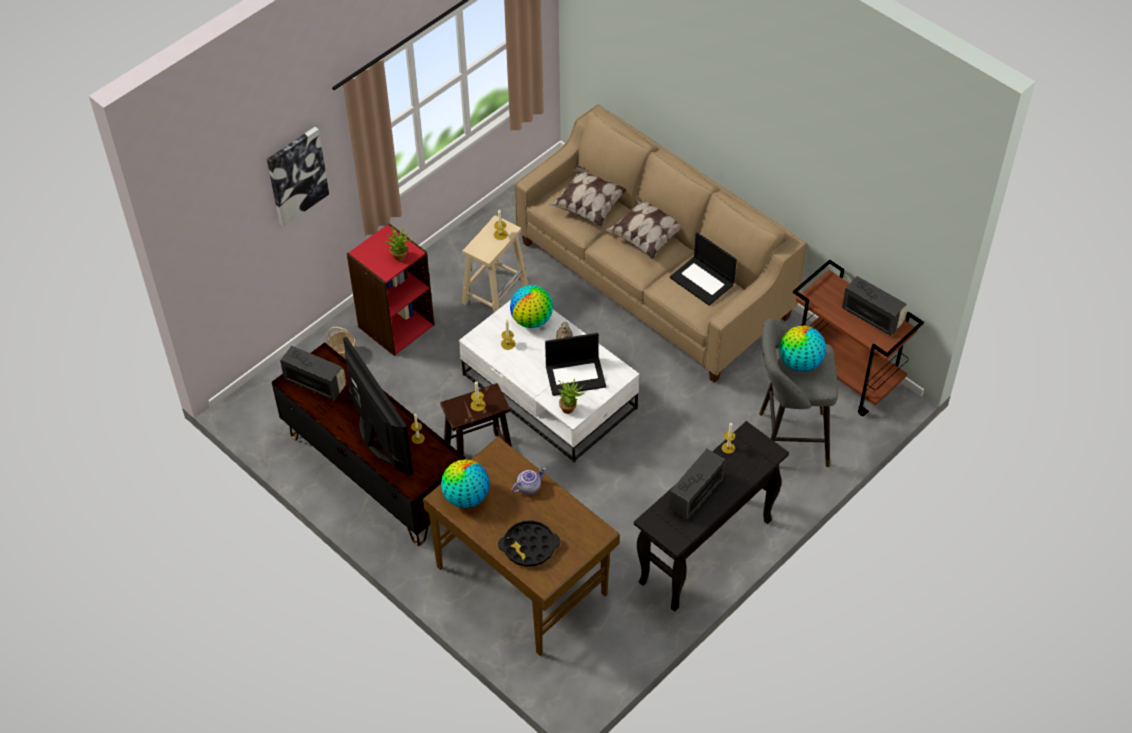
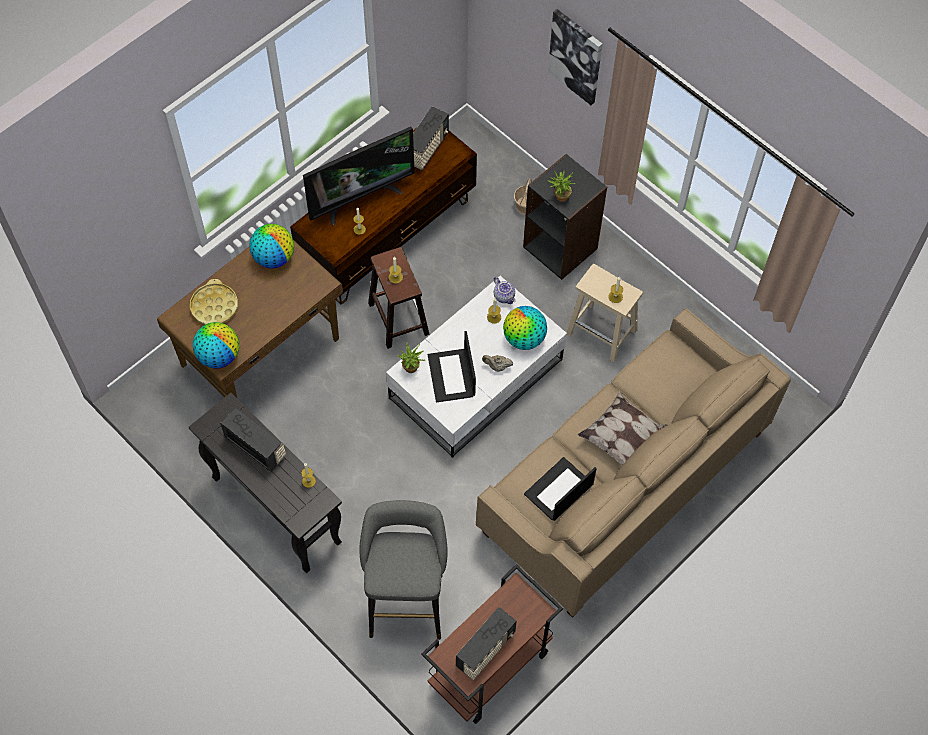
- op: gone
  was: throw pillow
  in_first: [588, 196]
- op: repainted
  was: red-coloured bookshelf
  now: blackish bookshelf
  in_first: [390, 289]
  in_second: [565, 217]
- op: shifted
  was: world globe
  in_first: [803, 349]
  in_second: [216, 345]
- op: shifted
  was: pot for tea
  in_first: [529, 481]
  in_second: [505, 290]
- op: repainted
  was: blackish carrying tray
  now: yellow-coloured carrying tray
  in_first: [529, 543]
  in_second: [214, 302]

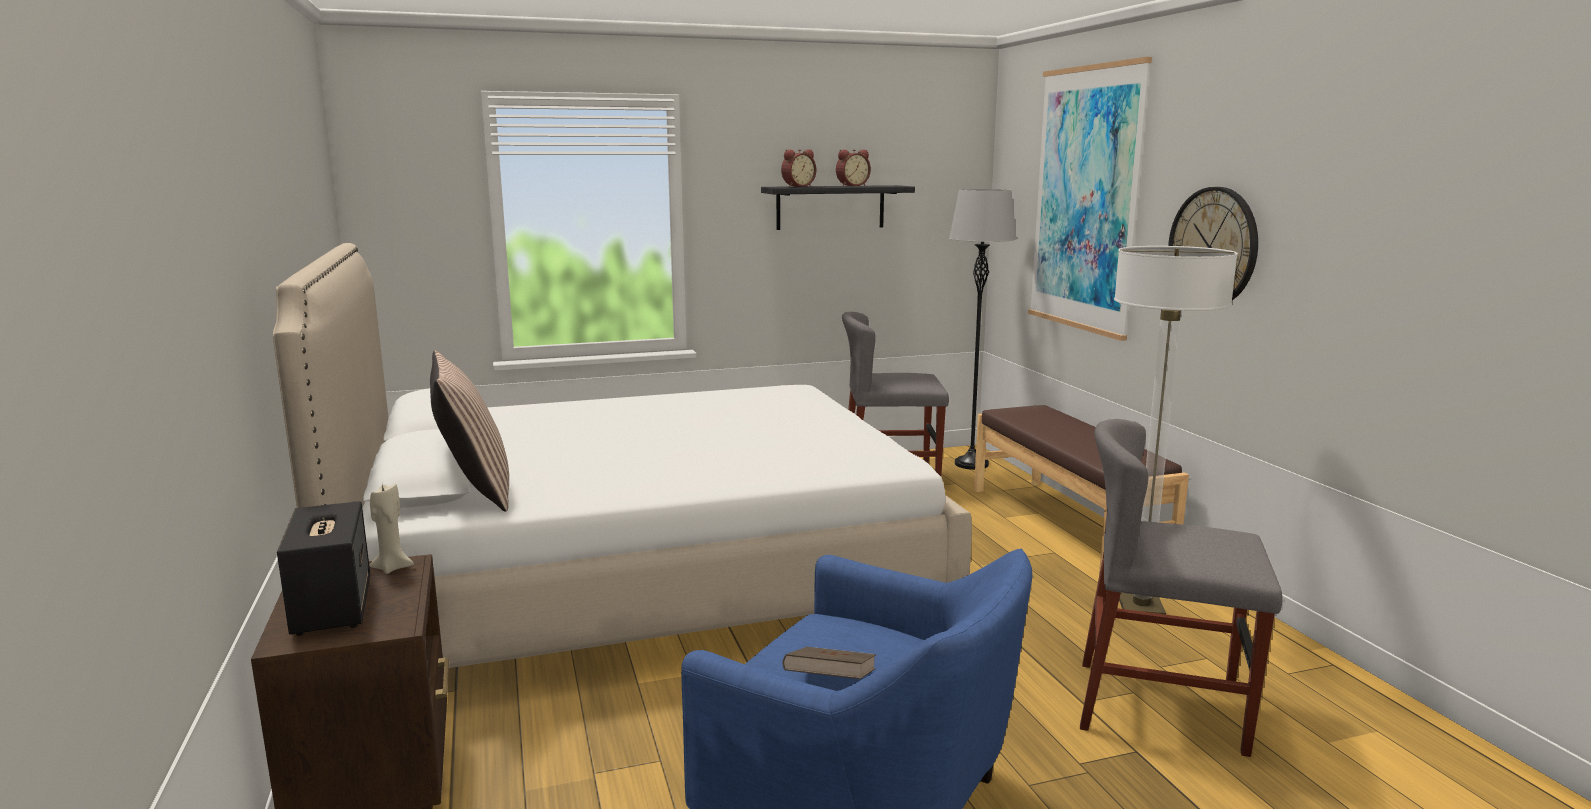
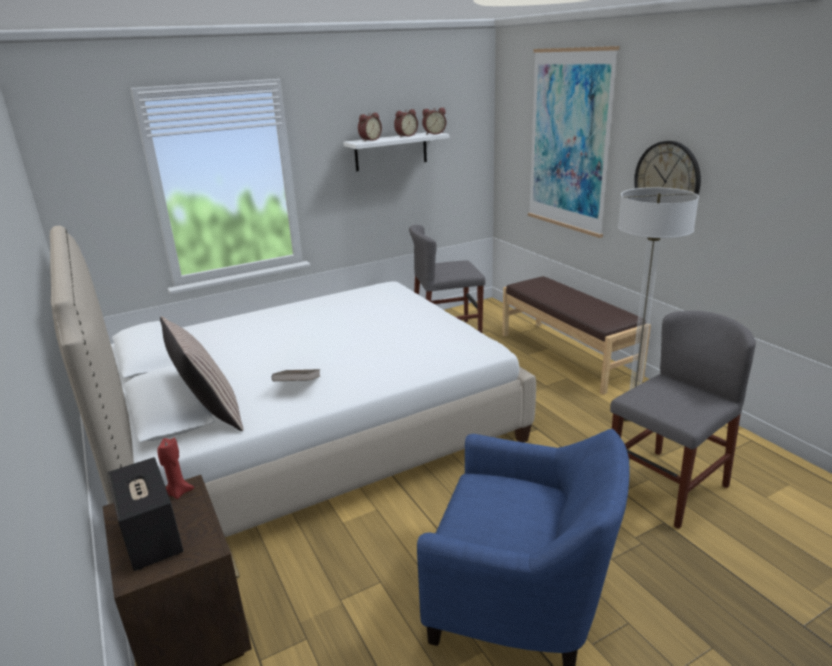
- op: repainted
  was: blackish wall shelf
  now: whitish wall shelf
  in_first: [838, 207]
  in_second: [396, 151]
- op: gone
  was: greyish standing lamp
  in_first: [983, 329]
- op: rotated
  was: greyish upright chair
  in_first: [1181, 588]
  in_second: [683, 420]
  clockwise: 135
- op: repainted
  was: beige candle
  now: red-coloured candle
  in_first: [391, 529]
  in_second: [175, 468]
- op: shifted
  was: brown bound book
  in_first: [829, 663]
  in_second: [295, 375]
- op: new
  now: table clock
  in_second: [434, 121]

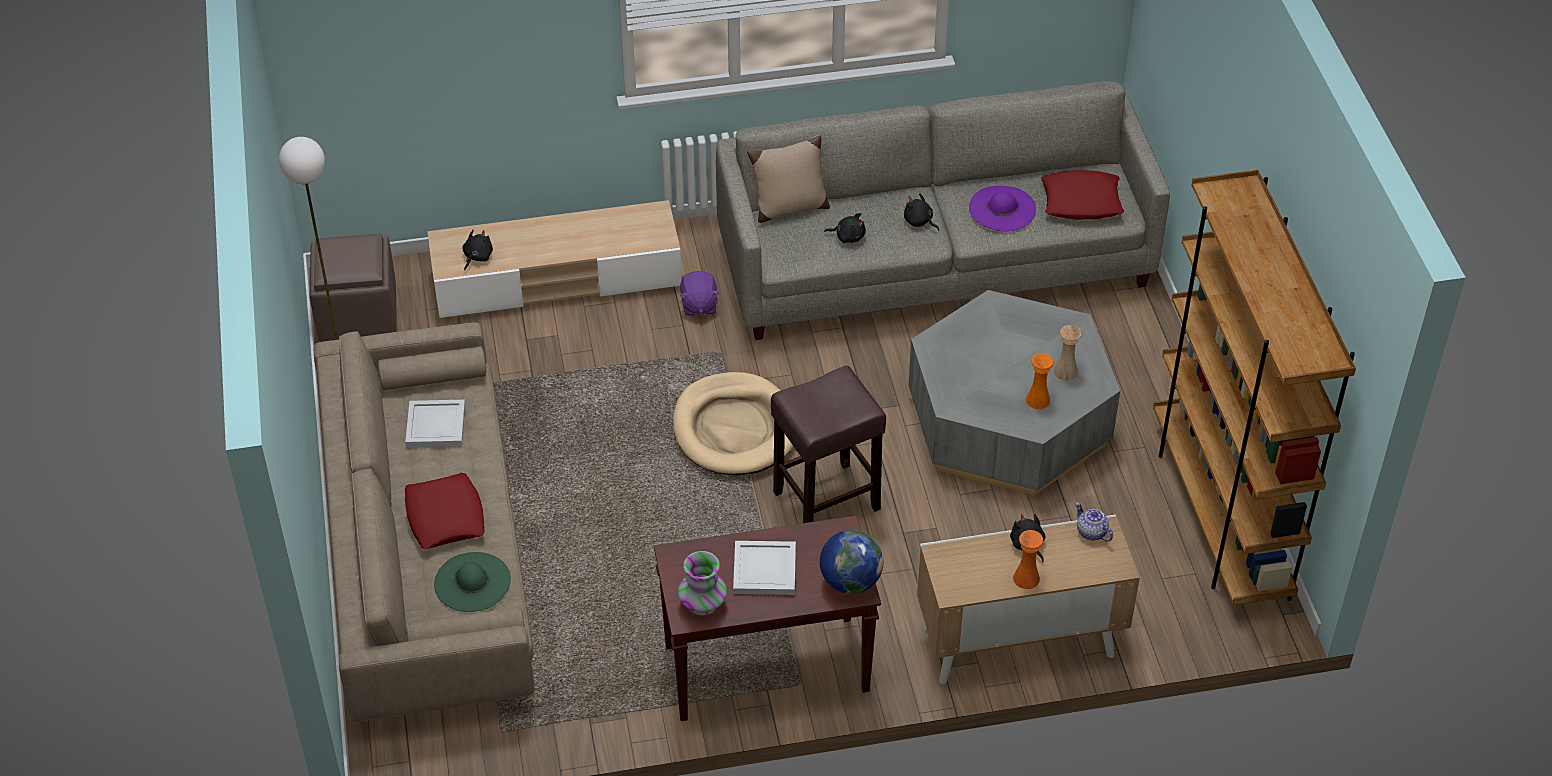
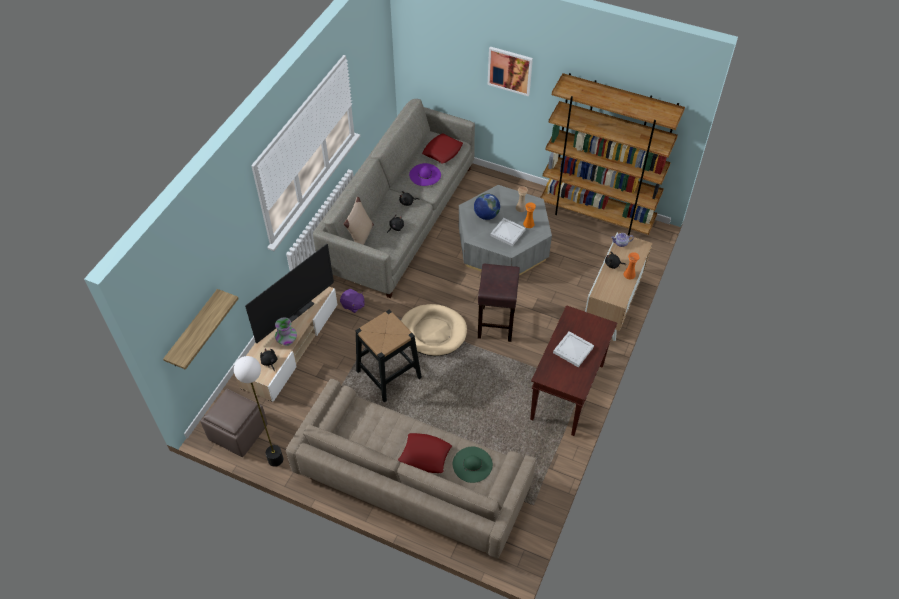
- op: shifted
  was: whitish carrying tray
  in_first: [435, 423]
  in_second: [508, 232]
- op: shifted
  was: world globe
  in_first: [852, 562]
  in_second: [487, 206]
- op: shifted
  was: flower vase
  in_first: [702, 583]
  in_second: [286, 332]
- op: new
  now: wall art
  in_second: [510, 71]
- op: new
  now: TV
  in_second: [289, 293]
- op: new
  now: wall shelf
  in_second: [201, 329]
- op: new
  now: blackish stool
  in_second: [388, 355]

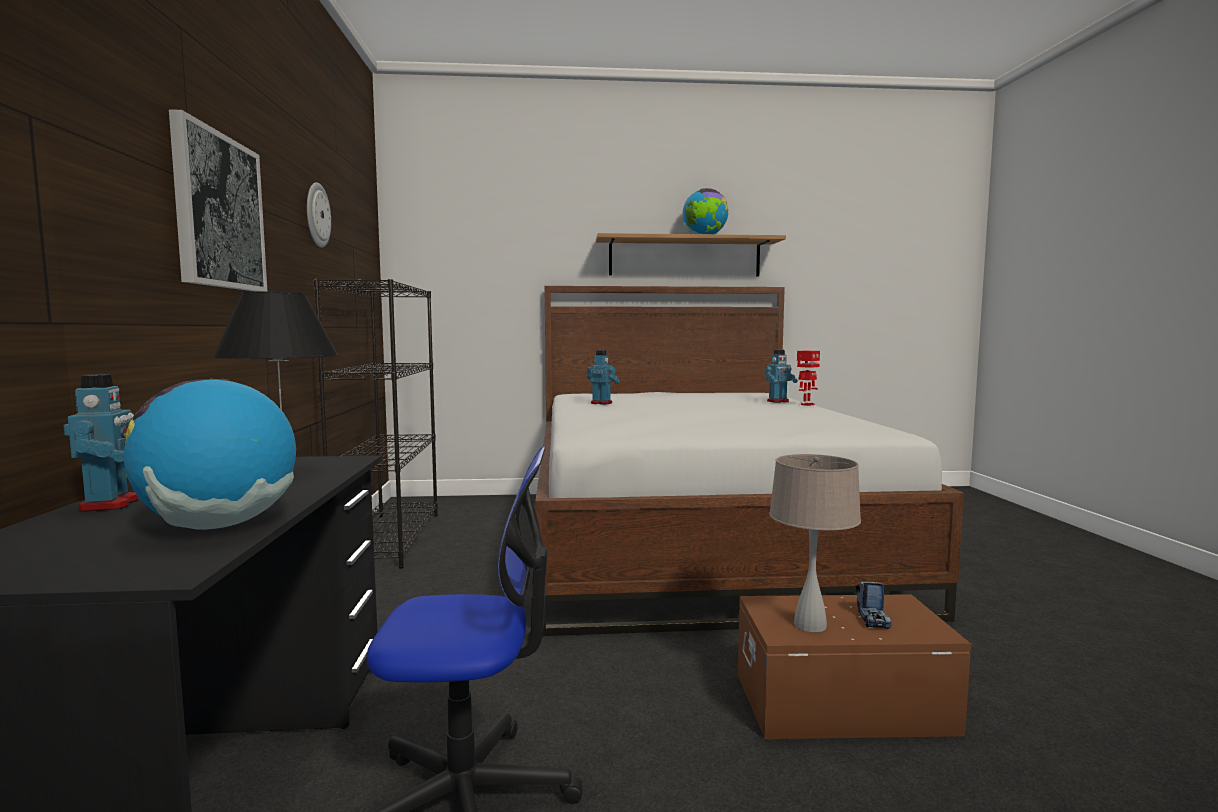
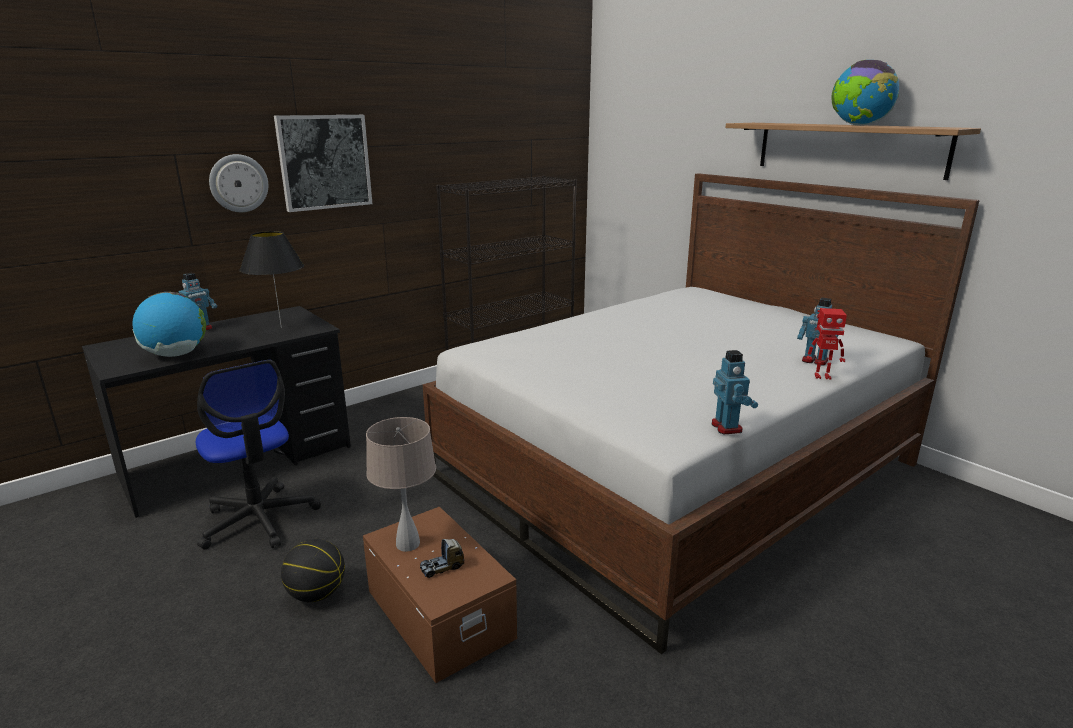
- op: shifted
  was: wall clock
  in_first: [319, 215]
  in_second: [238, 183]
- op: shifted
  was: model robot
  in_first: [603, 377]
  in_second: [735, 392]
- op: new
  now: basketball
  in_second: [313, 570]

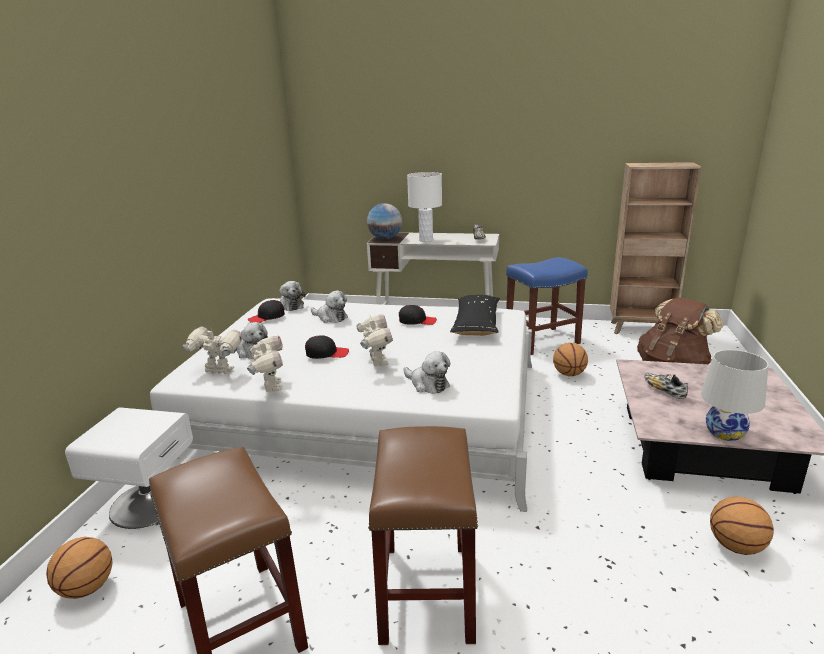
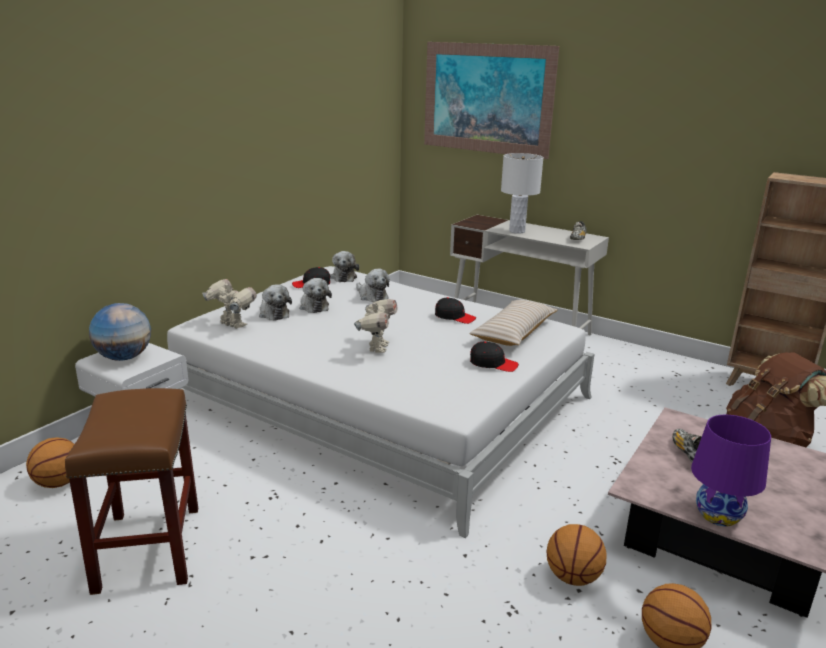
- op: shifted
  was: world globe
  in_first: [384, 221]
  in_second: [120, 332]
- op: gone
  was: blue-coloured stool
  in_first: [547, 306]
- op: repainted
  was: blackish throw pillow
  now: beige throw pillow
  in_first: [475, 315]
  in_second: [513, 323]
- op: gone
  was: model robot
  in_first: [265, 364]
- op: shifted
  was: blackish cap
  in_first: [327, 347]
  in_second: [494, 357]
- op: shifted
  was: basketball
  in_first: [570, 359]
  in_second: [577, 555]
- op: repainted
  was: whitish lamp for a table
  now: purple-coloured lamp for a table
  in_first: [734, 395]
  in_second: [731, 471]
- op: shifted
  was: soft toy
  in_first: [427, 372]
  in_second: [315, 295]
- op: gone
  was: brown stool
  in_first: [423, 535]
- op: new
  now: wall art
  in_second: [491, 100]

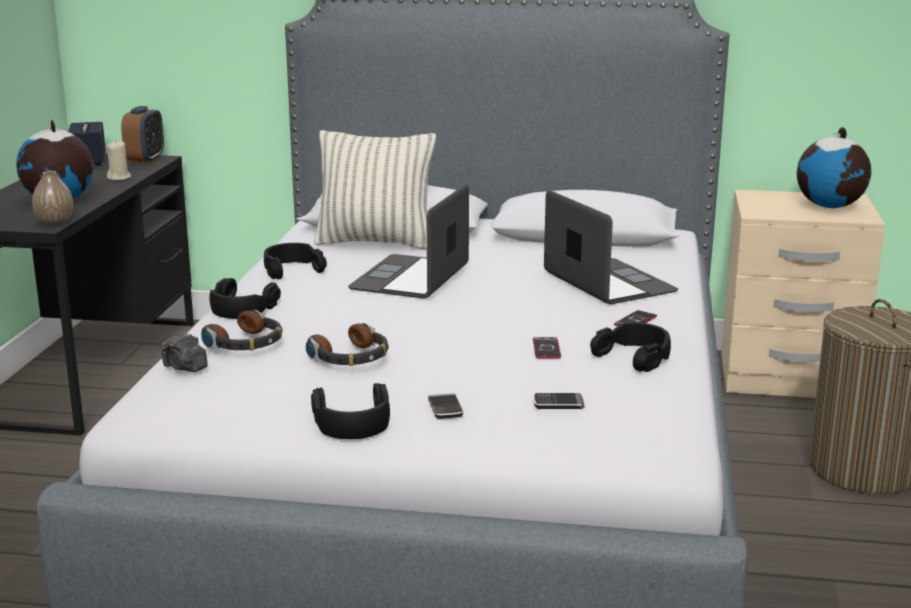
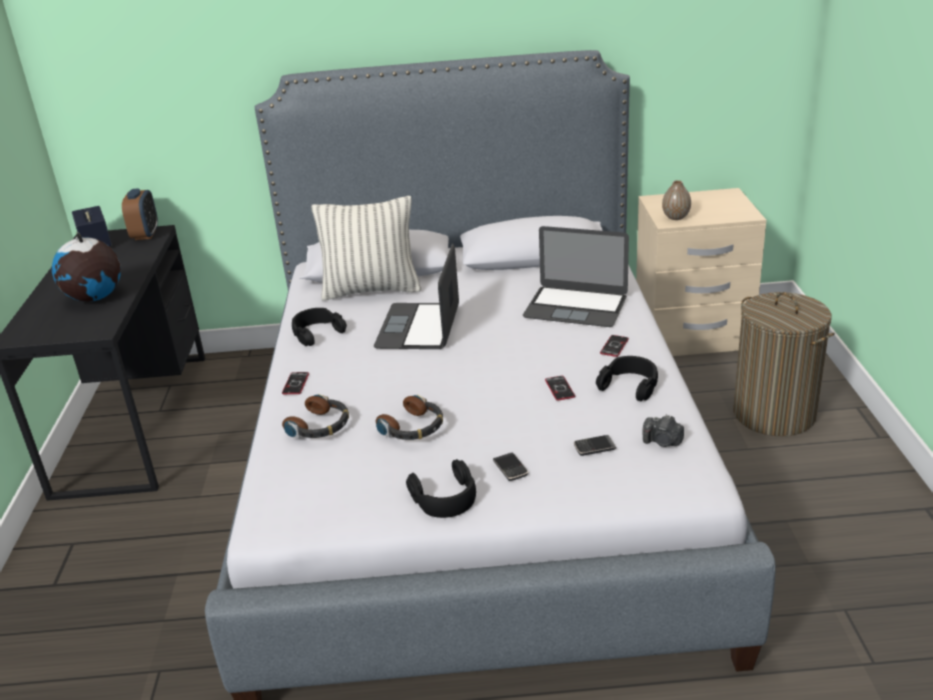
- op: gone
  was: world globe
  in_first: [834, 167]
- op: gone
  was: beige candle
  in_first: [118, 160]
- op: shifted
  was: flower vase
  in_first: [52, 198]
  in_second: [676, 200]
- op: rotated
  was: laptop
  in_first: [611, 247]
  in_second: [576, 276]
  clockwise: 150
- op: swapped
  was: blackish headset
  now: phone
  in_first: [245, 298]
  in_second: [295, 383]
- op: shifted
  was: still camera
  in_first: [184, 352]
  in_second: [663, 431]

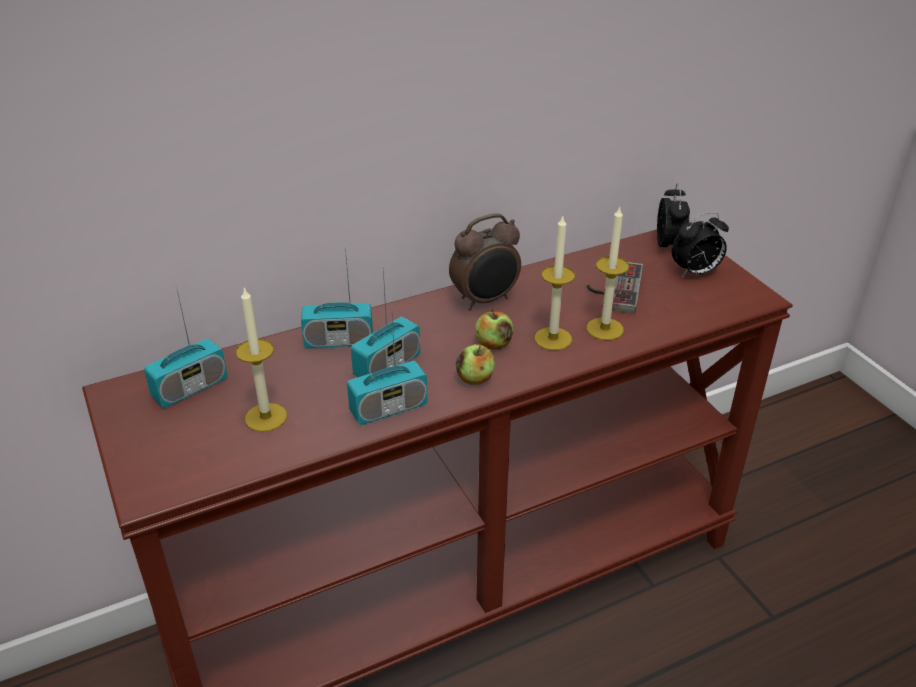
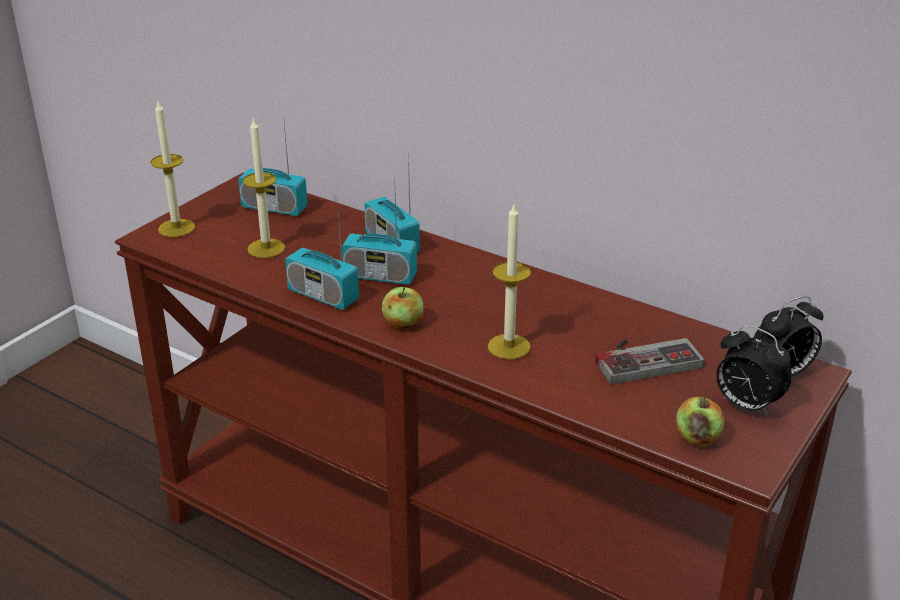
- op: shifted
  was: candle
  in_first: [608, 273]
  in_second: [172, 169]
- op: gone
  was: table clock
  in_first: [485, 261]
- op: shifted
  was: whole apple
  in_first: [494, 329]
  in_second: [700, 421]

